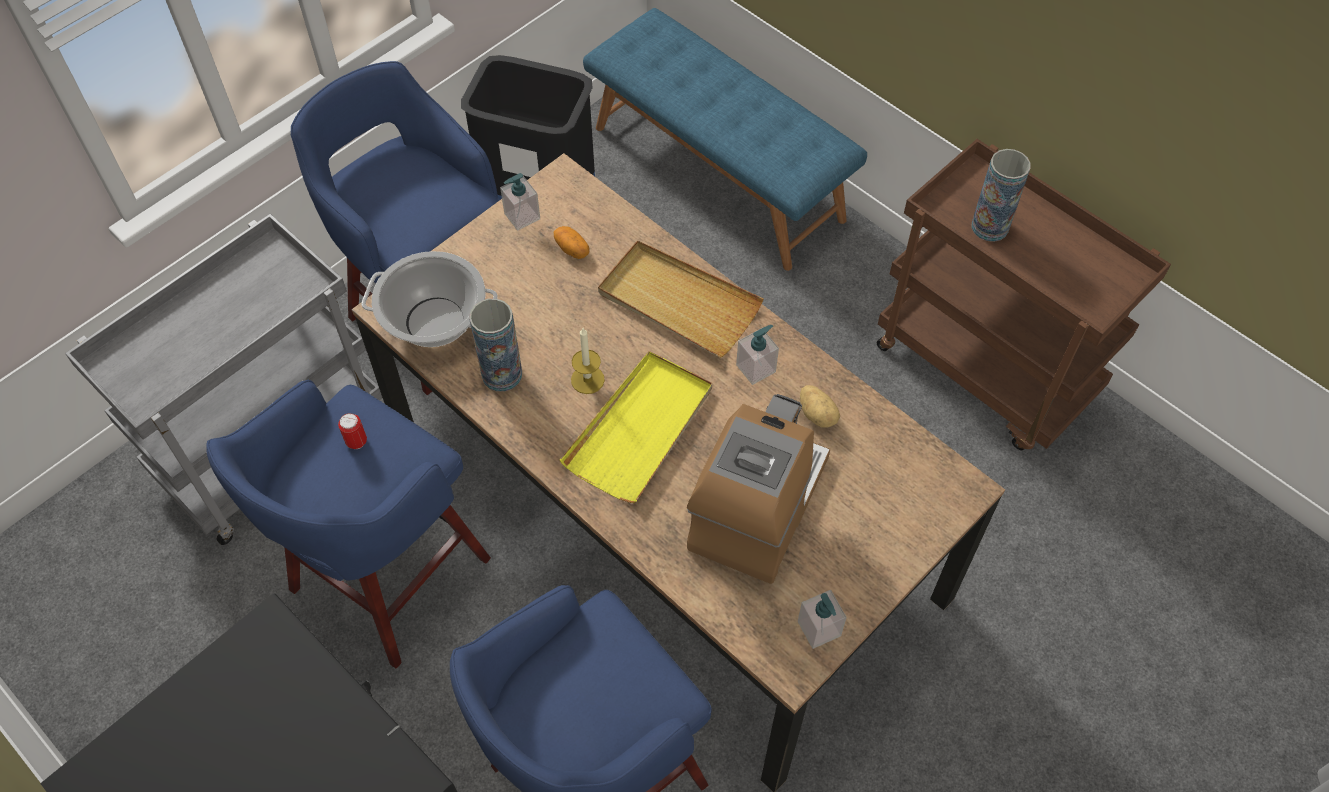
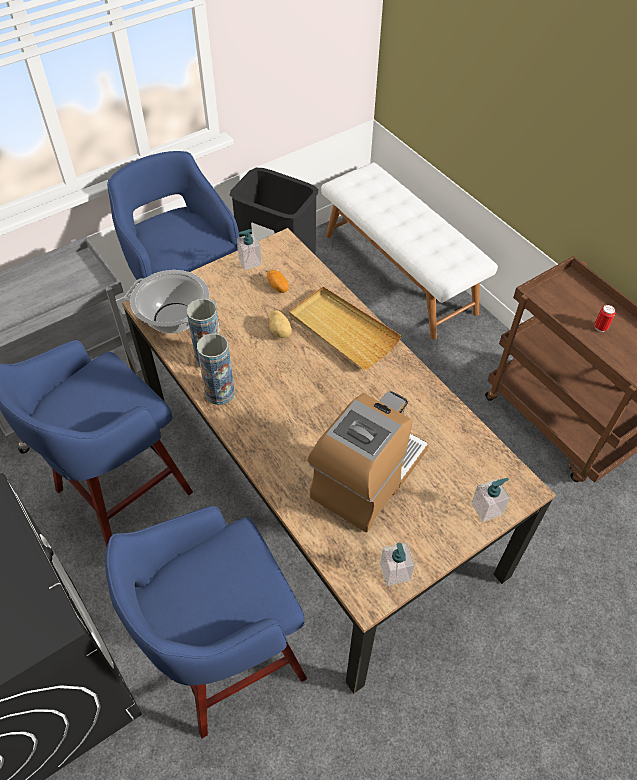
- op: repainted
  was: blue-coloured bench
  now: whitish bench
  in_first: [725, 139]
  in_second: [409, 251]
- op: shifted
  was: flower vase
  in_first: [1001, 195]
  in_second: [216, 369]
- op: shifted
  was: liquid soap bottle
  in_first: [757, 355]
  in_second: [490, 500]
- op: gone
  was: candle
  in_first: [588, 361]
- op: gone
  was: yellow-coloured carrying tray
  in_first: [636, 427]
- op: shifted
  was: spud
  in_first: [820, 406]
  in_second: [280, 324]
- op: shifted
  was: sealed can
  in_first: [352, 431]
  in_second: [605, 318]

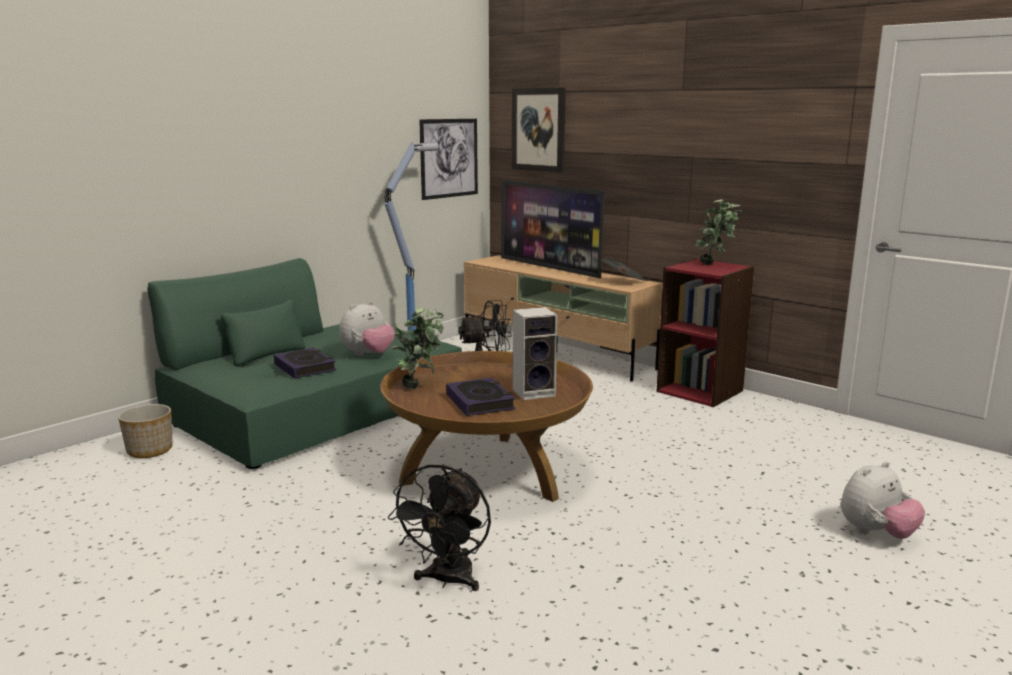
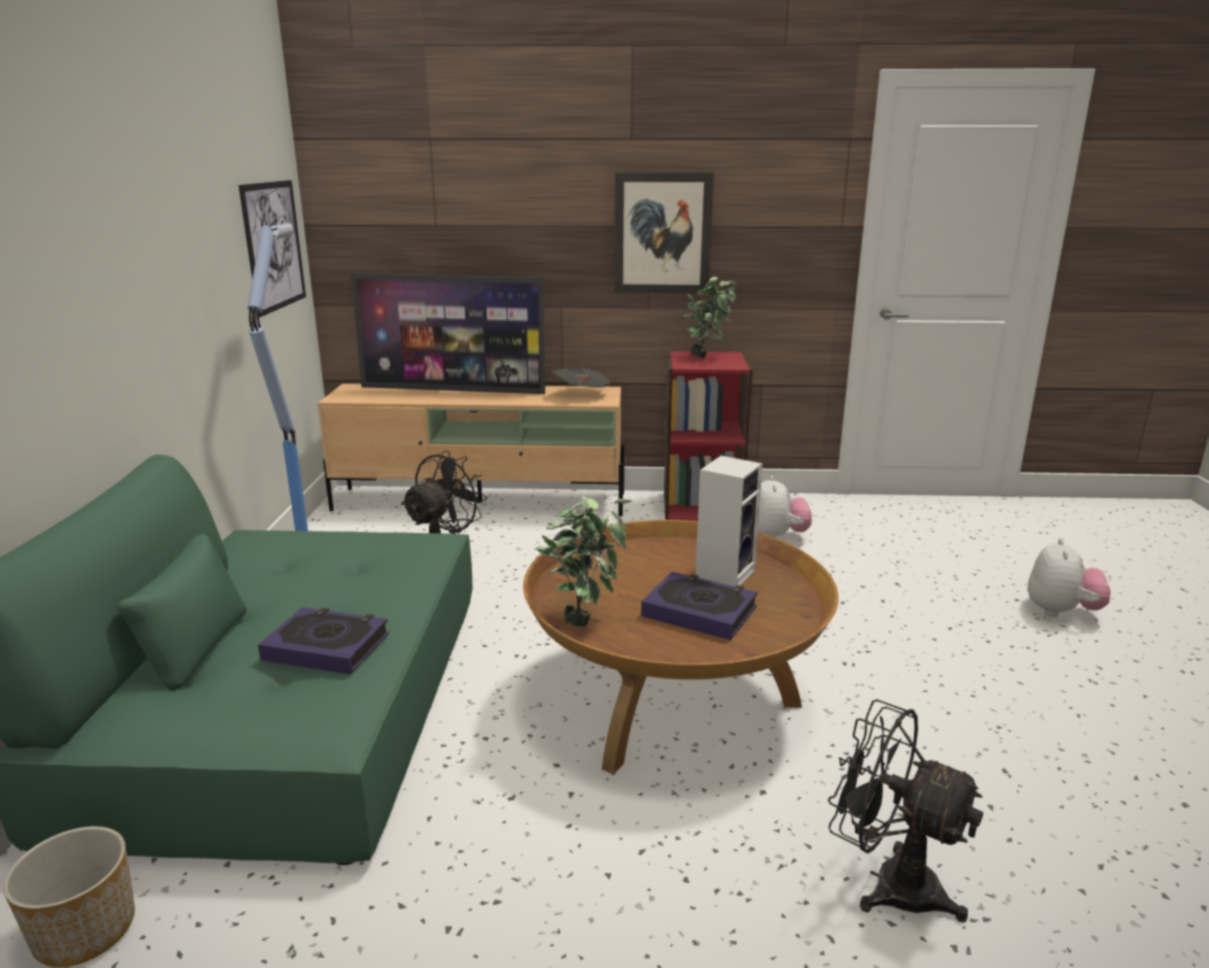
- op: shifted
  was: wall art
  in_first: [539, 130]
  in_second: [664, 233]
- op: shifted
  was: soft toy
  in_first: [367, 328]
  in_second: [785, 506]
- op: rotated
  was: blackish cooling fan
  in_first: [439, 527]
  in_second: [905, 810]
  clockwise: 150

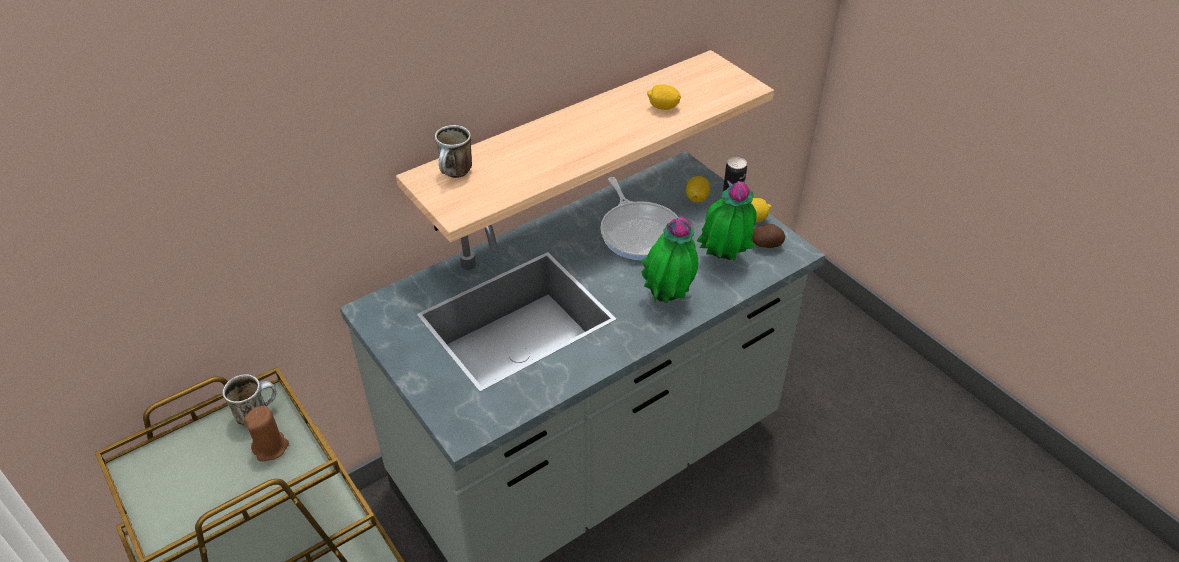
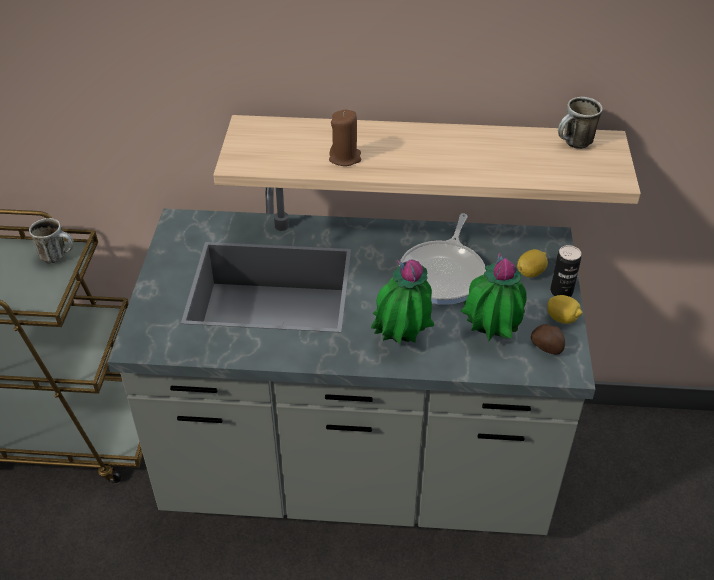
- op: gone
  was: lemon
  in_first: [664, 97]
- op: shifted
  was: mug
  in_first: [453, 151]
  in_second: [580, 123]
- op: shifted
  was: brown candle
  in_first: [266, 433]
  in_second: [345, 138]

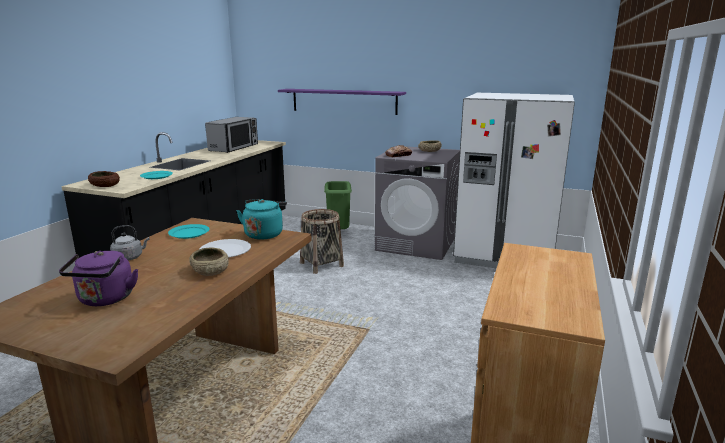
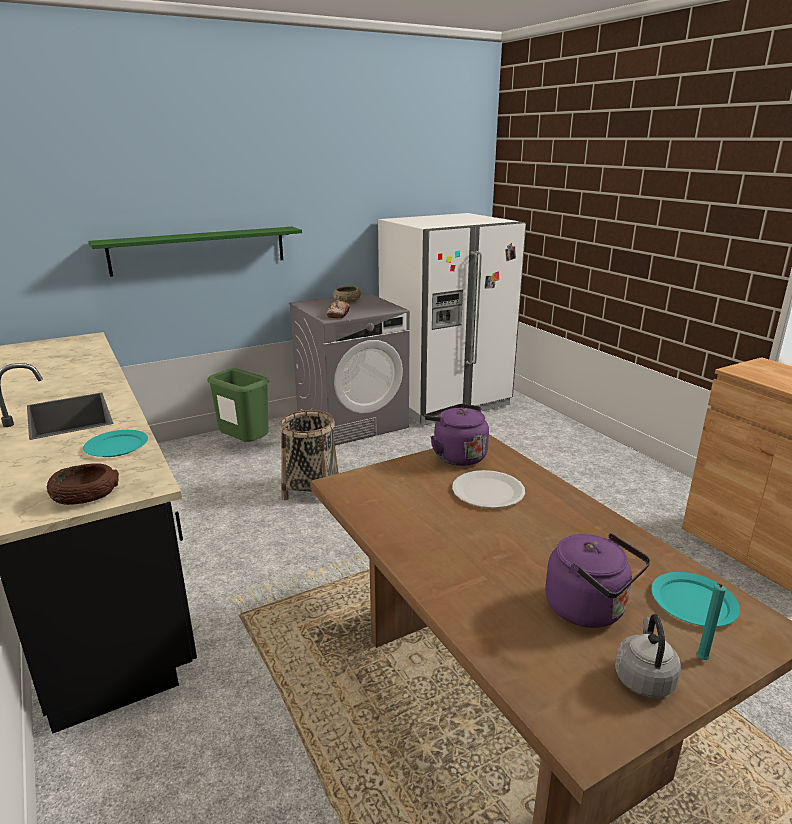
- op: repainted
  was: purple-coloured wall shelf
  now: green-coloured wall shelf
  in_first: [342, 102]
  in_second: [195, 252]
- op: gone
  was: microwave
  in_first: [231, 135]
- op: repainted
  was: blue-green kettle
  now: purple-coloured kettle
  in_first: [261, 219]
  in_second: [457, 435]
- op: shifted
  was: blue-green dinner plate
  in_first: [189, 231]
  in_second: [695, 599]
- op: shifted
  was: greyish kettle
  in_first: [130, 243]
  in_second: [648, 656]
- op: gone
  was: beige serving bowl
  in_first: [209, 261]
- op: new
  now: blue-green candle
  in_second: [711, 621]

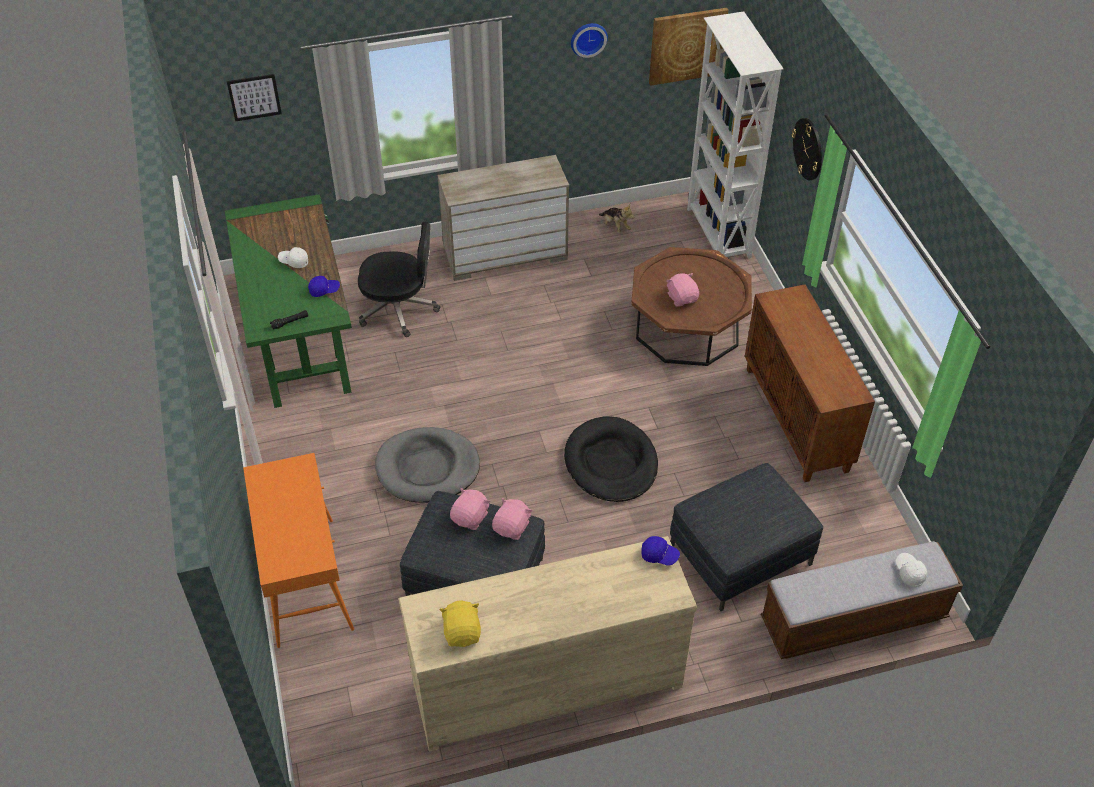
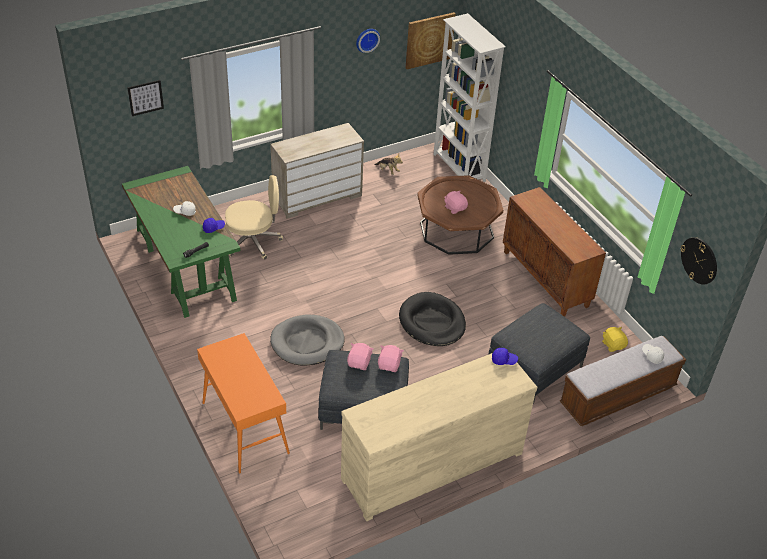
- op: shifted
  was: wall clock
  in_first: [807, 149]
  in_second: [698, 261]
- op: repainted
  was: blackish computer chair
  now: beige computer chair
  in_first: [399, 279]
  in_second: [254, 217]
- op: shifted
  was: yellow-coloured soft toy
  in_first: [460, 623]
  in_second: [615, 339]

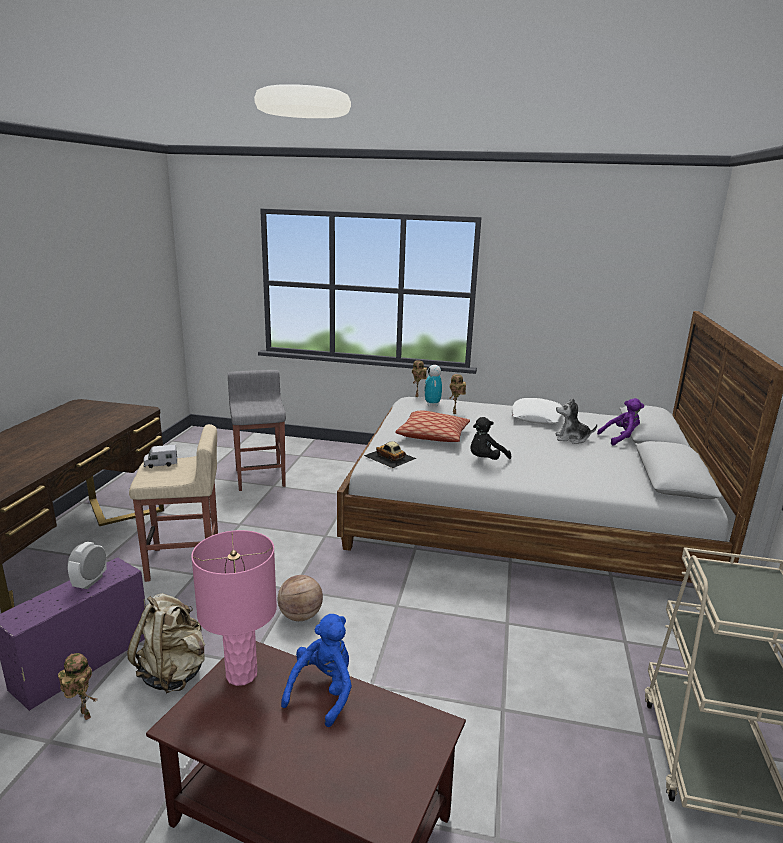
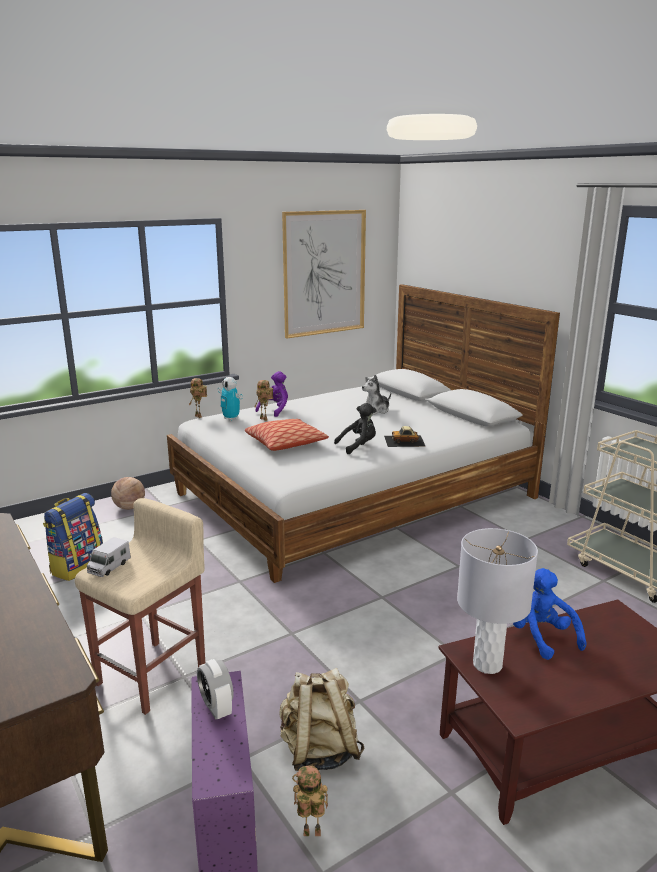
- op: swapped
  was: greyish stool
  now: rucksack
  in_first: [257, 430]
  in_second: [73, 537]
- op: gone
  was: whitish throw pillow
  in_first: [537, 411]
- op: shifted
  was: purple-coloured soft toy
  in_first: [620, 422]
  in_second: [271, 394]
- op: rotated
  was: blackish soft toy
  in_first: [490, 438]
  in_second: [355, 428]
  clockwise: -120
- op: shifted
  was: miniature car
  in_first: [390, 454]
  in_second: [405, 436]
- op: repainted
  was: pink lamp for a table
  now: greyish lamp for a table
  in_first: [234, 608]
  in_second: [497, 601]
- op: shifted
  was: basketball
  in_first: [300, 598]
  in_second: [128, 493]
- op: new
  now: wall art
  in_second: [324, 274]

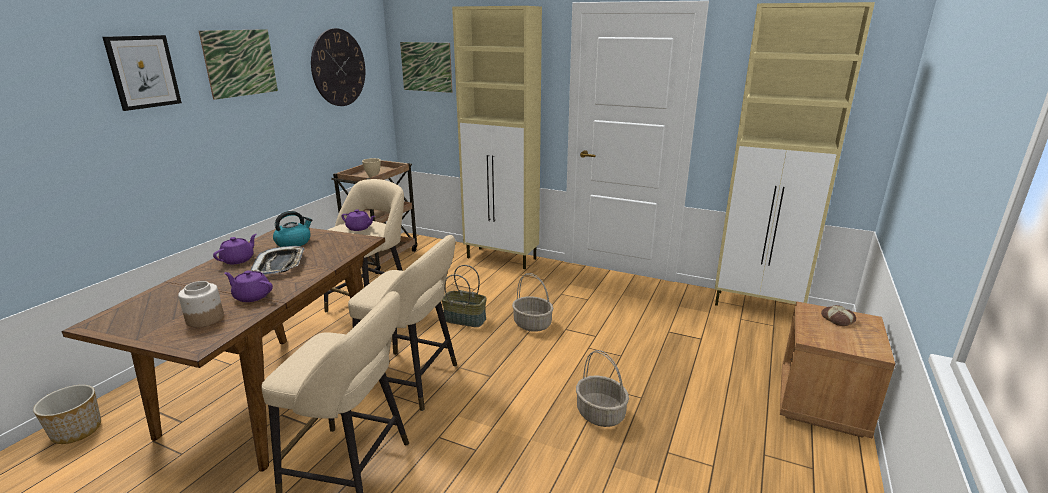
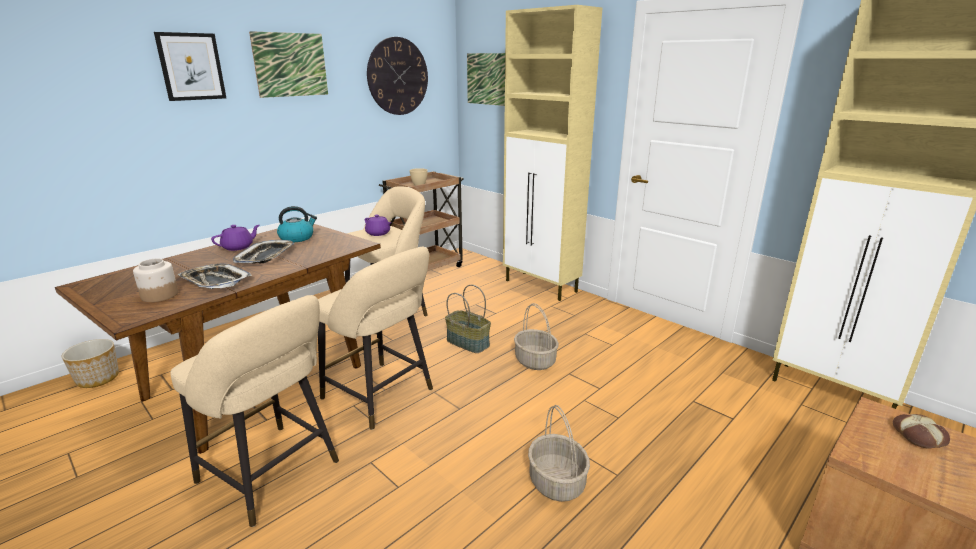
- op: swapped
  was: purple-coloured pot for tea
  now: carrying tray
  in_first: [248, 286]
  in_second: [214, 276]

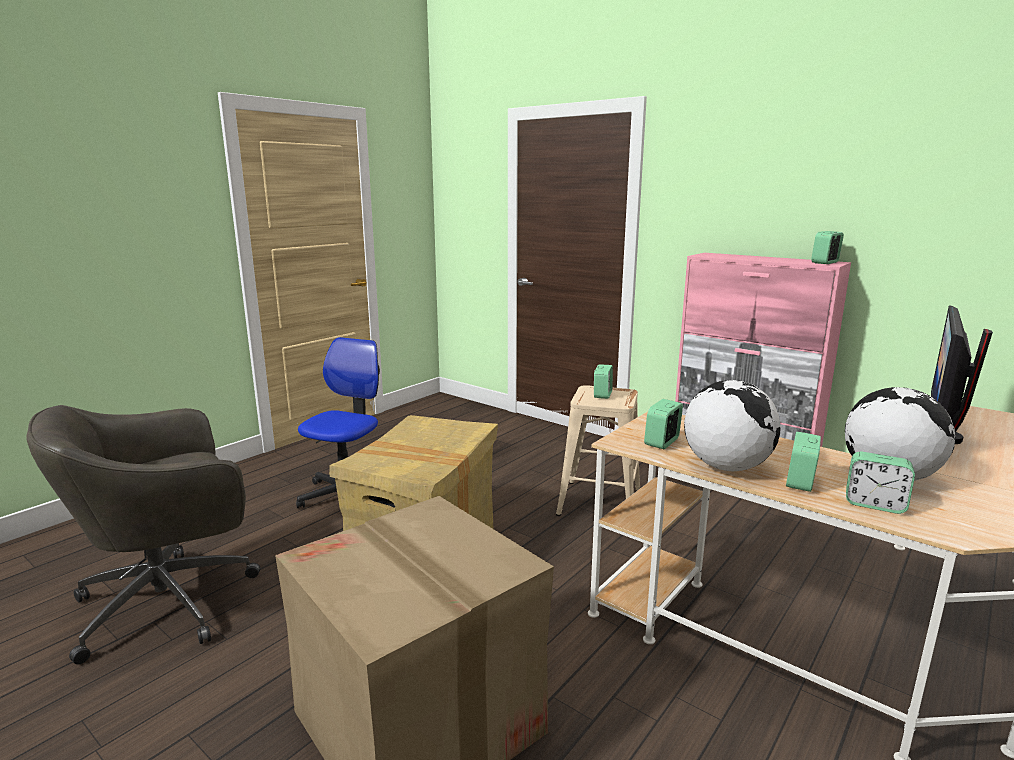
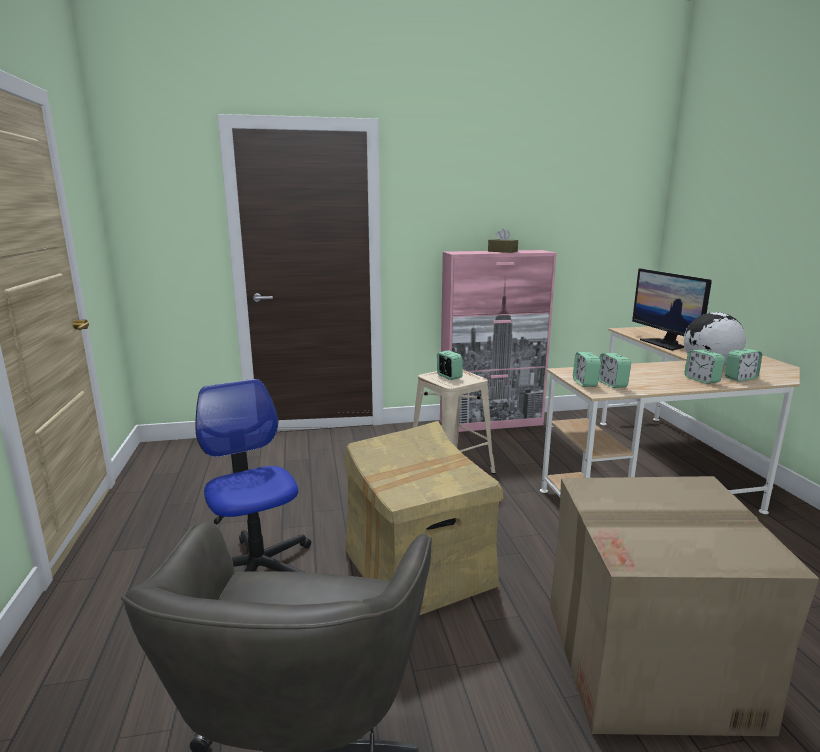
- op: shifted
  was: table clock
  in_first: [827, 247]
  in_second: [587, 369]
- op: gone
  was: world globe
  in_first: [732, 425]
- op: new
  now: brown tissue holder
  in_second: [503, 240]

